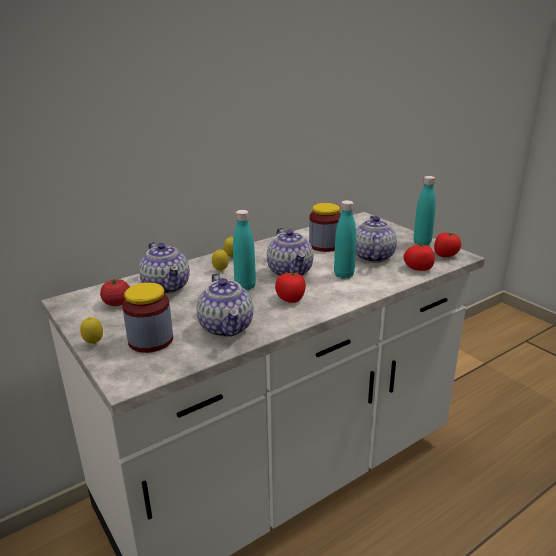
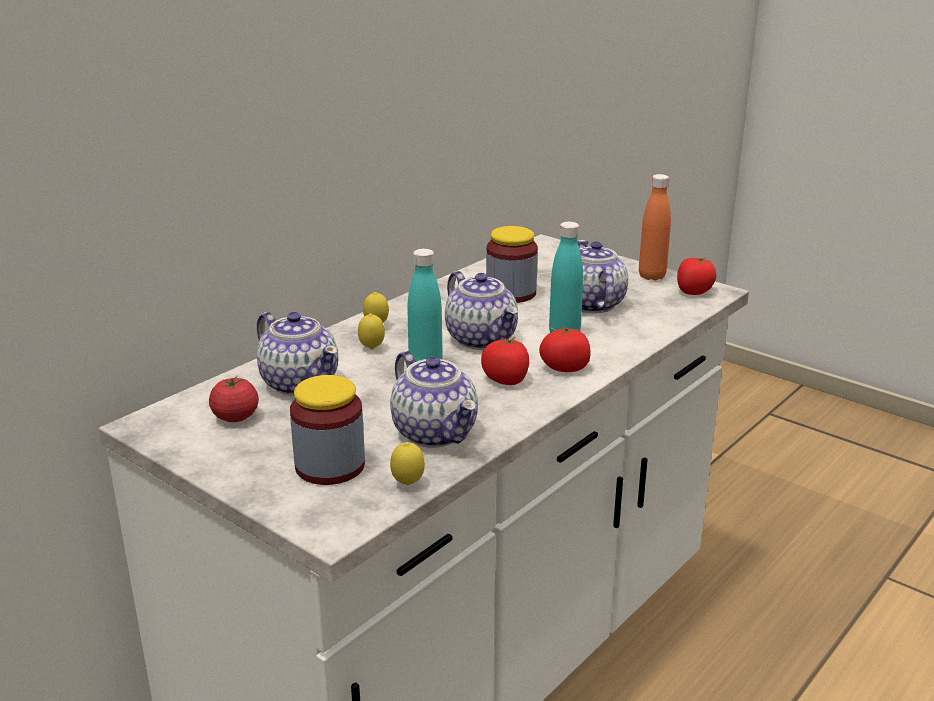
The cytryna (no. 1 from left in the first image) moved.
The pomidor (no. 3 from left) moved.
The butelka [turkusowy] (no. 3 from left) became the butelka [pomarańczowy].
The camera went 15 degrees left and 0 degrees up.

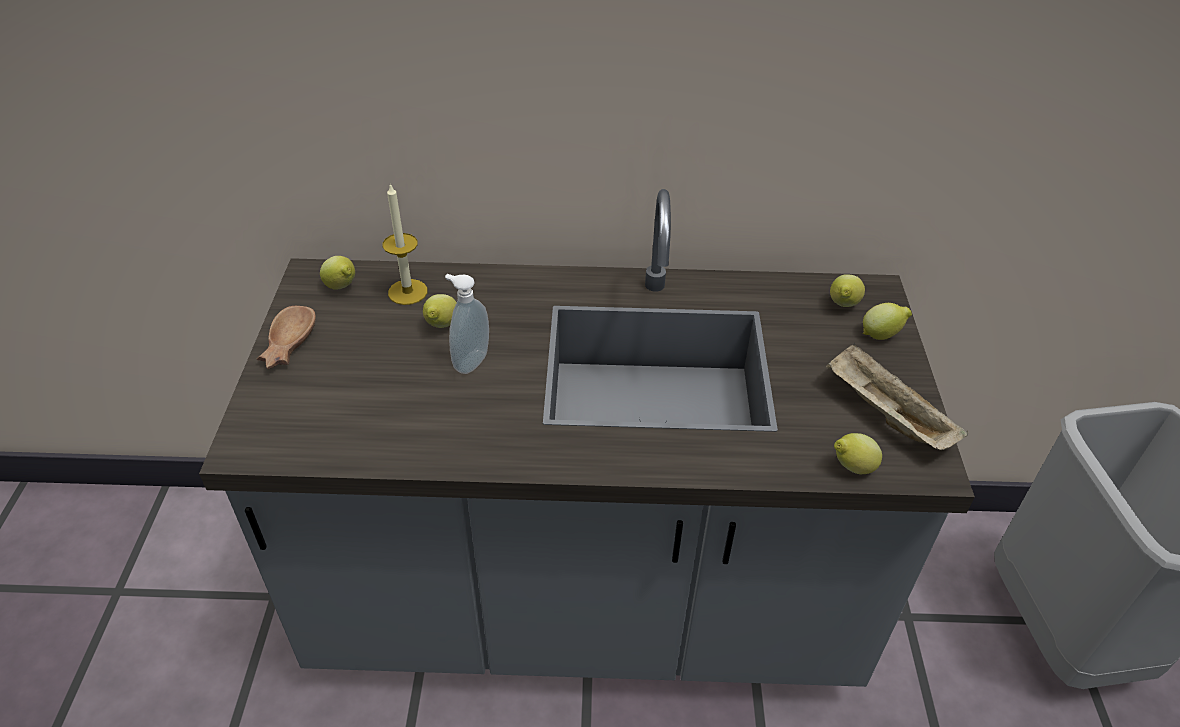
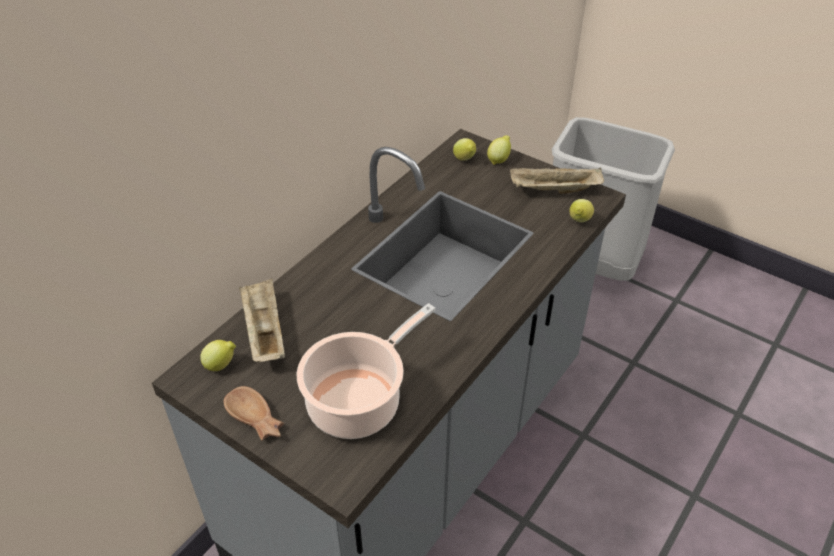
The świeca was replaced by the taca [beżowy] (no. 1 from left).
The garnek appeared.
The cytryna (no. 2 from left) disappeared.
The dozownik mydła disappeared.
The camera went 55 degrees left and 0 degrees up.

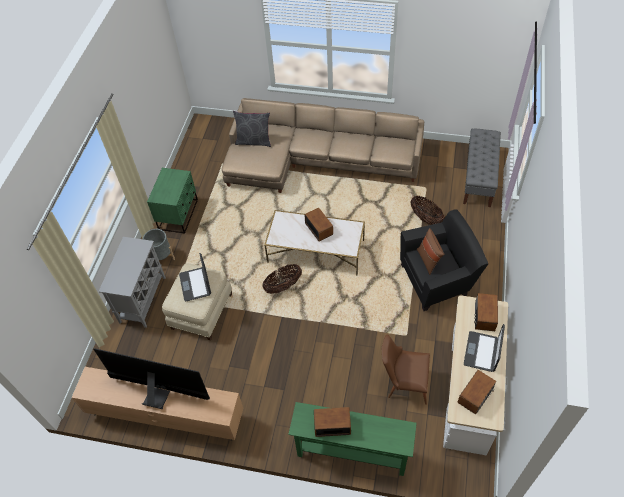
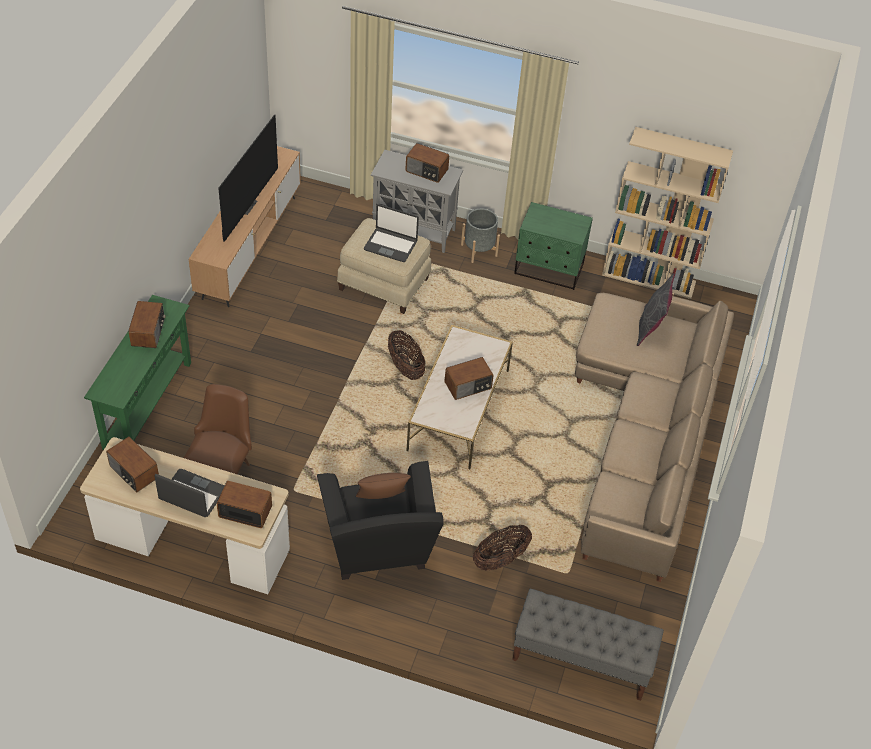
The laptop (no. 1 from left in the first image) turned 150 degrees counterclockwise.
The radio (no. 4 from left) appeared.
The regał [beżowy] appeared.
The camera went 90 degrees right and 5 degrees down.

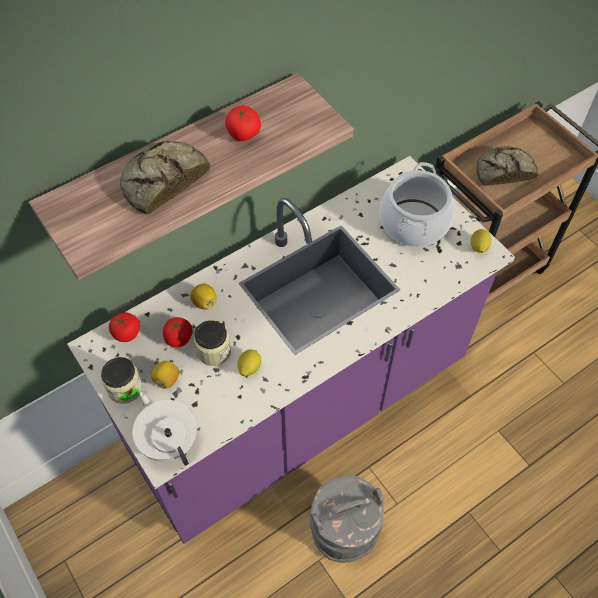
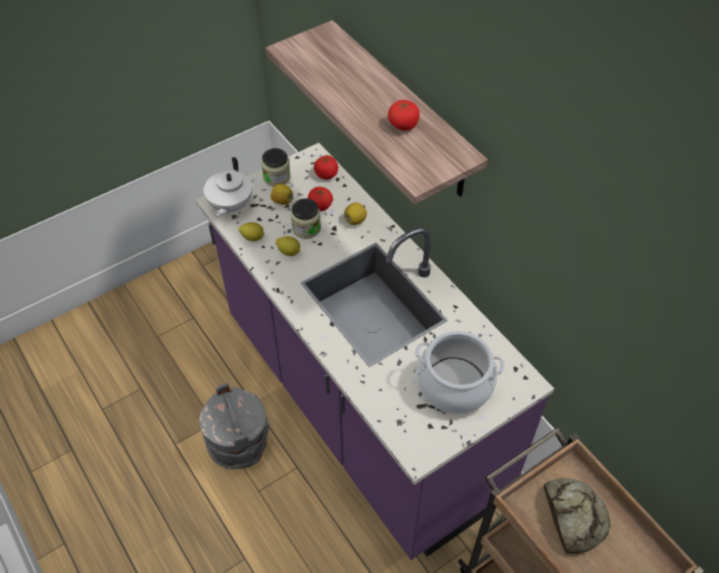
The imbryk [biały] turned 135 degrees clockwise.
The cytryna (no. 4 from left in the first image) moved.
The chleb (no. 1 from left) disappeared.
The camera went 90 degrees right and 5 degrees down.

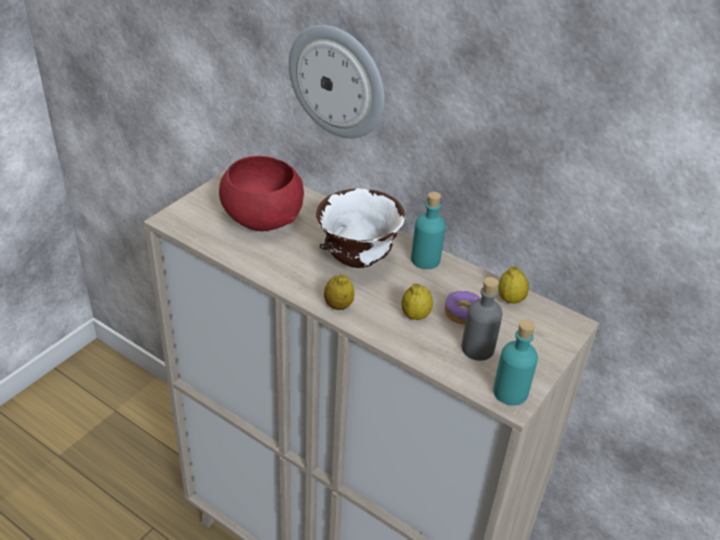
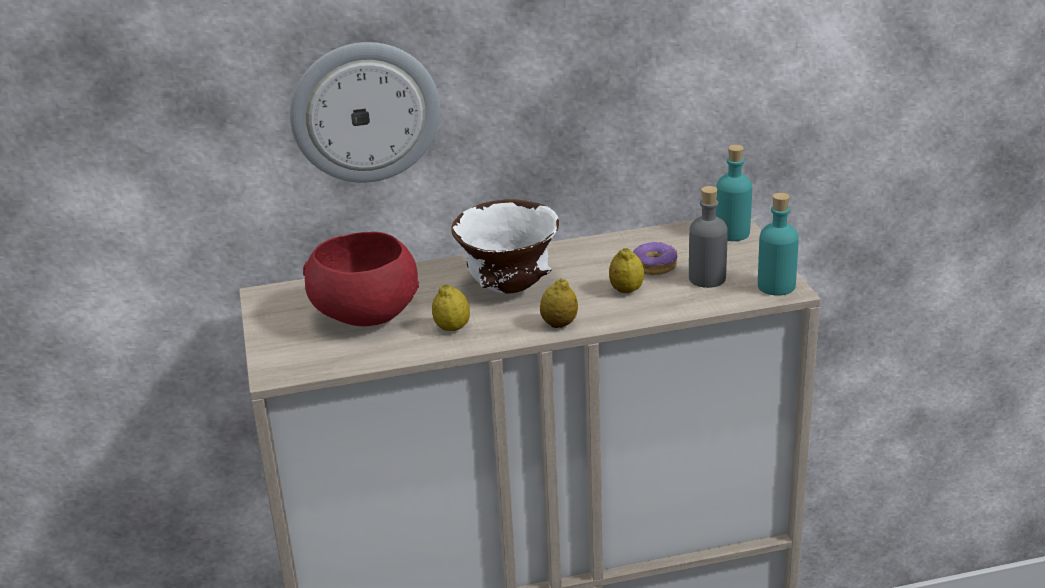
The cytryna (no. 3 from left in the first image) moved.
The butelka [turkusowy] (no. 1 from left) moved.
The camera went 45 degrees left and 10 degrees down.

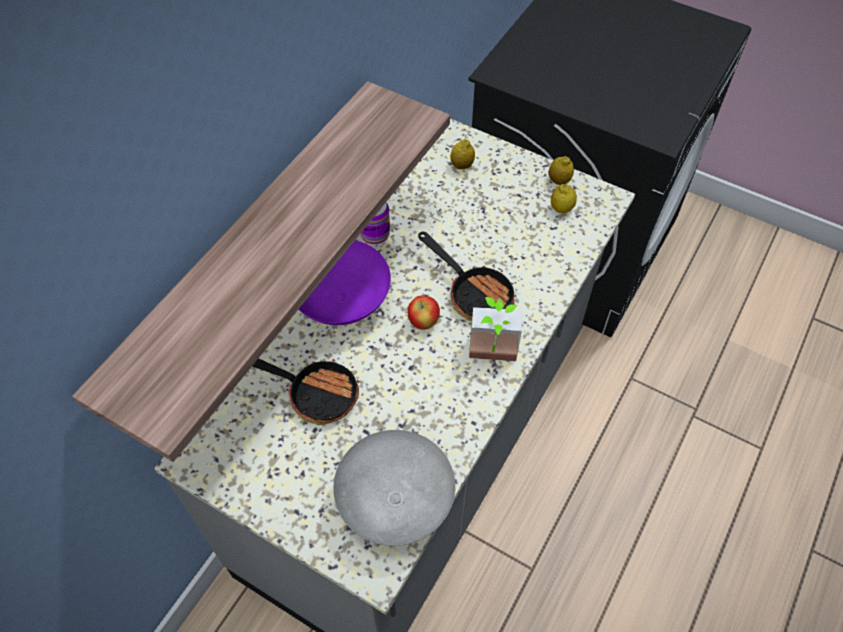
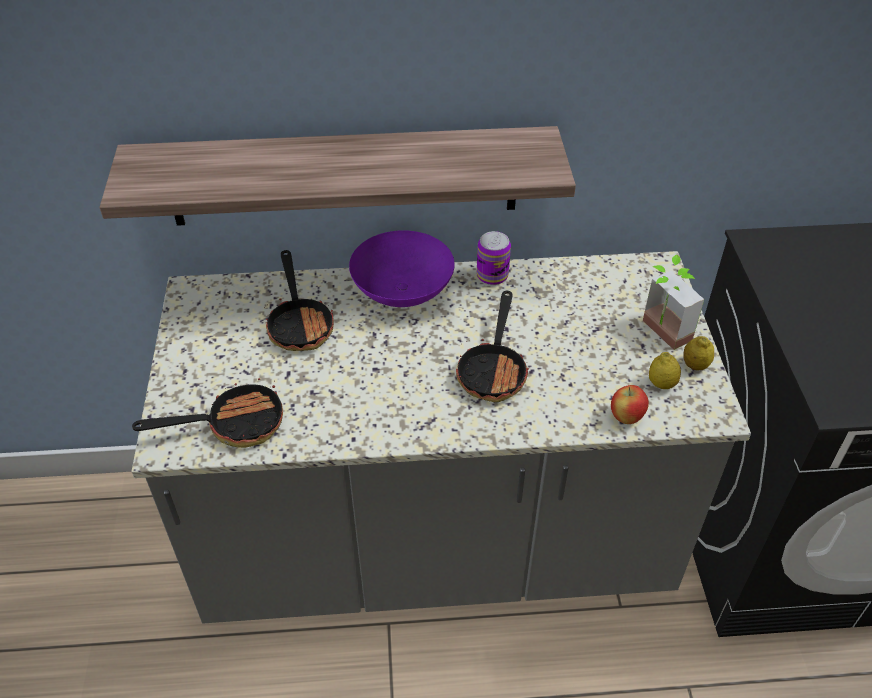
The miska [szary] was replaced by the patelnia (no. 1 from left).
The jabłko moved.
The roślina doniczkowa moved.
The cytryna (no. 1 from left) disappeared.
The camera went 55 degrees right and 10 degrees down.

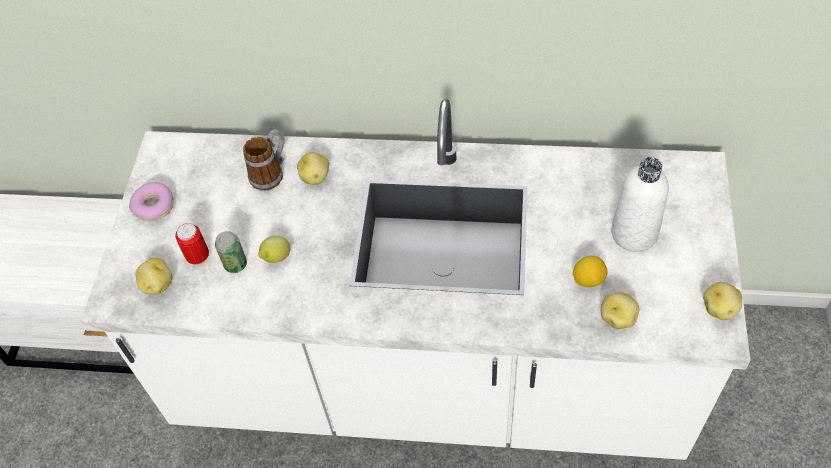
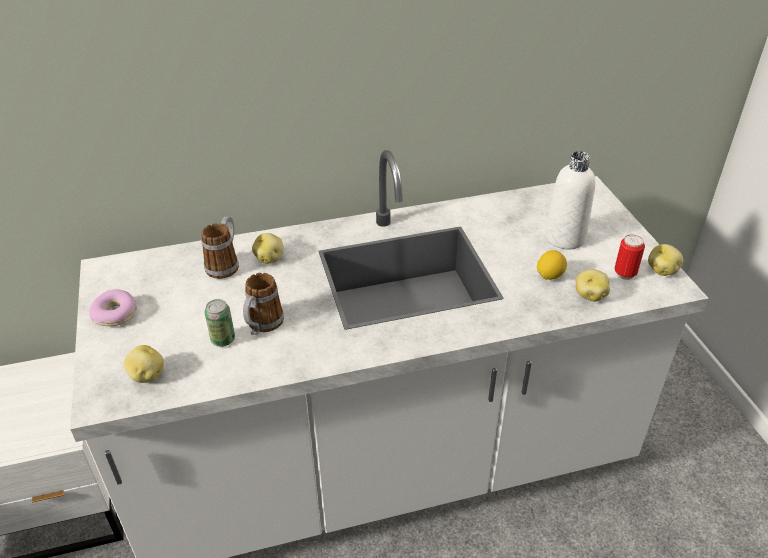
The cytryna (no. 1 from left) was replaced by the kubek (no. 2 from left).
The puszka (no. 1 from left in the first image) moved.
The camera went 25 degrees left and 15 degrees down.

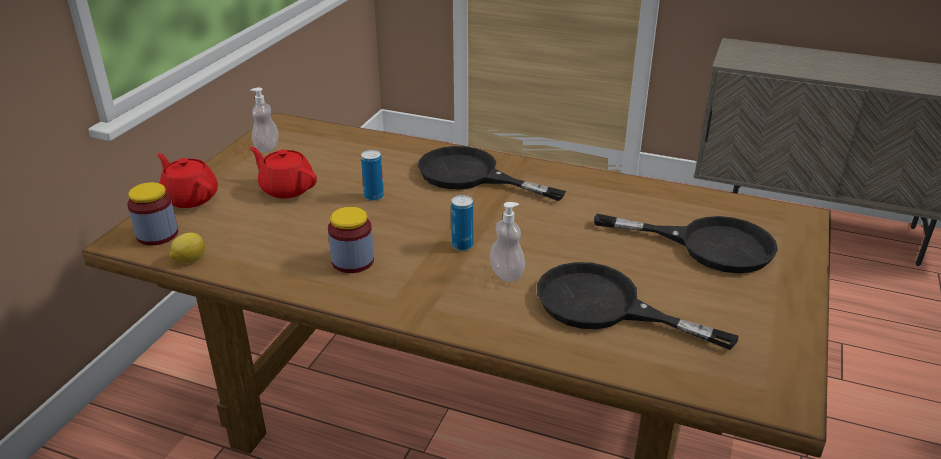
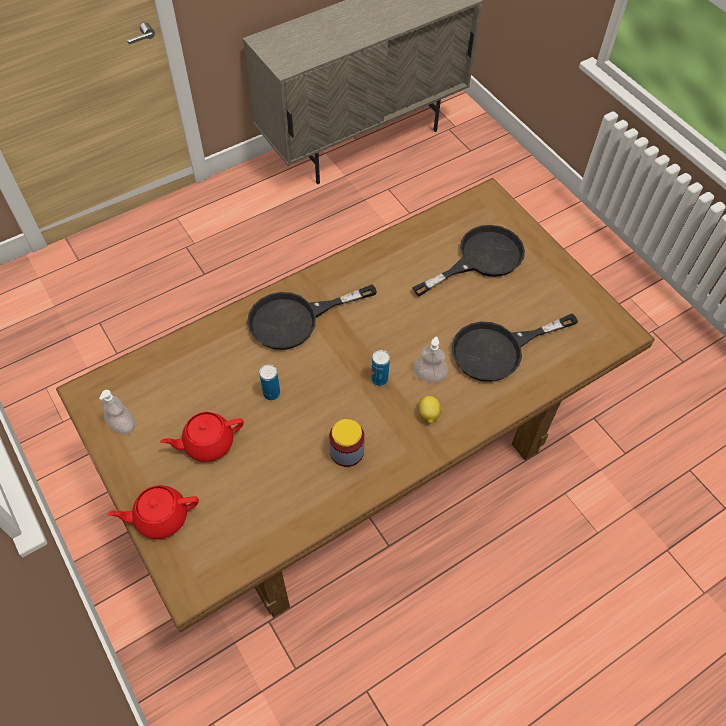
The cytryna moved.
The słoik (no. 1 from left) disappeared.
The camera went 55 degrees left and 25 degrees up.

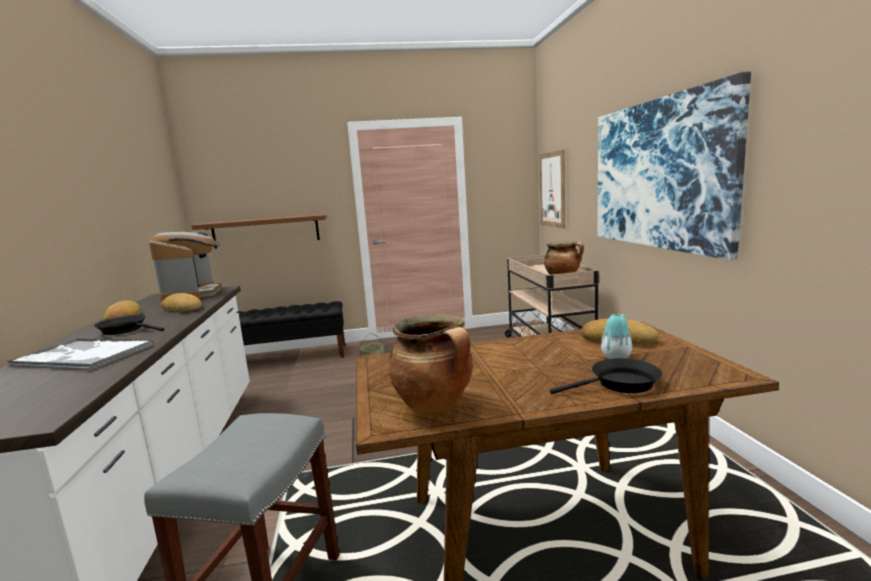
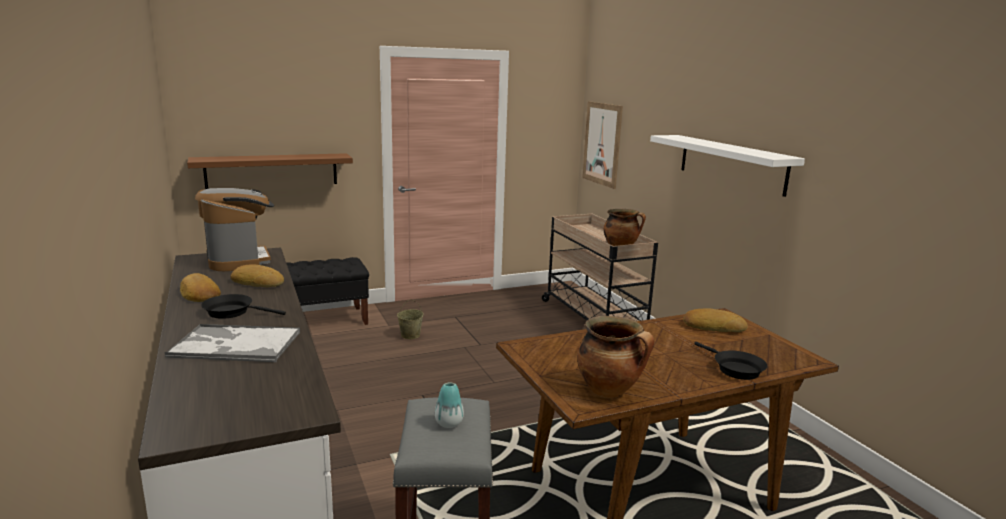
The wazon moved.
The obraz (no. 2 from left) was replaced by the półka [biały].
The patelnia [czarny] (no. 2 from left) turned 90 degrees clockwise.
The camera went 15 degrees left and 5 degrees up.

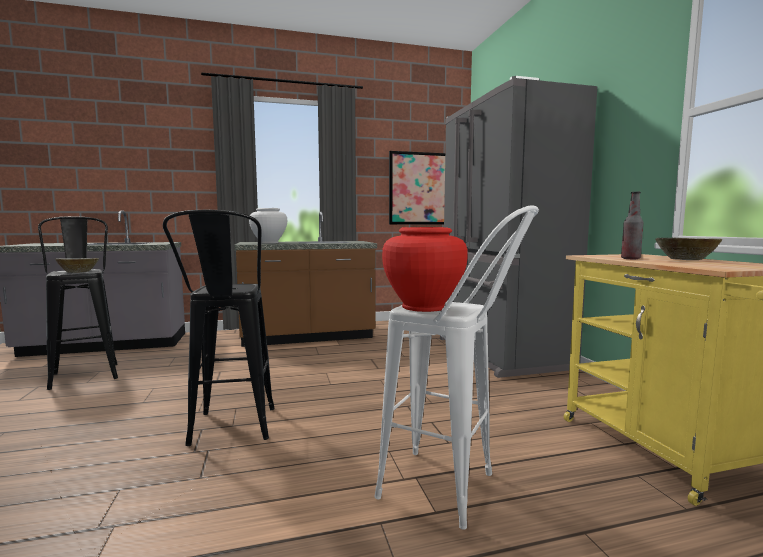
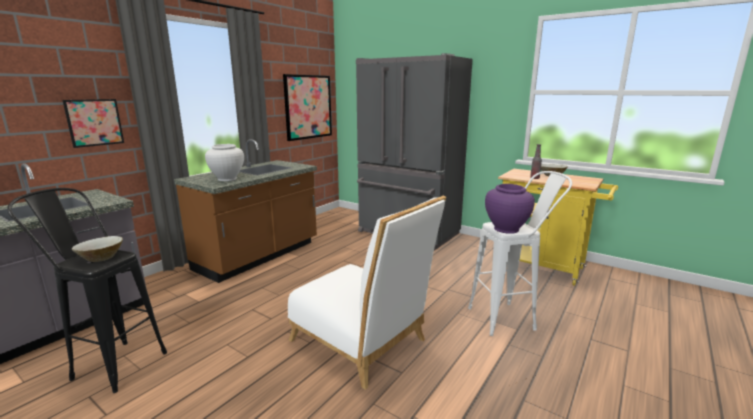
The obraz (no. 1 from left) appeared.
The stołek [czarny] (no. 2 from left) was replaced by the krzesło [biały].
The wazon [czerwony] became the wazon [fioletowy].
The camera went 40 degrees left and 10 degrees up.

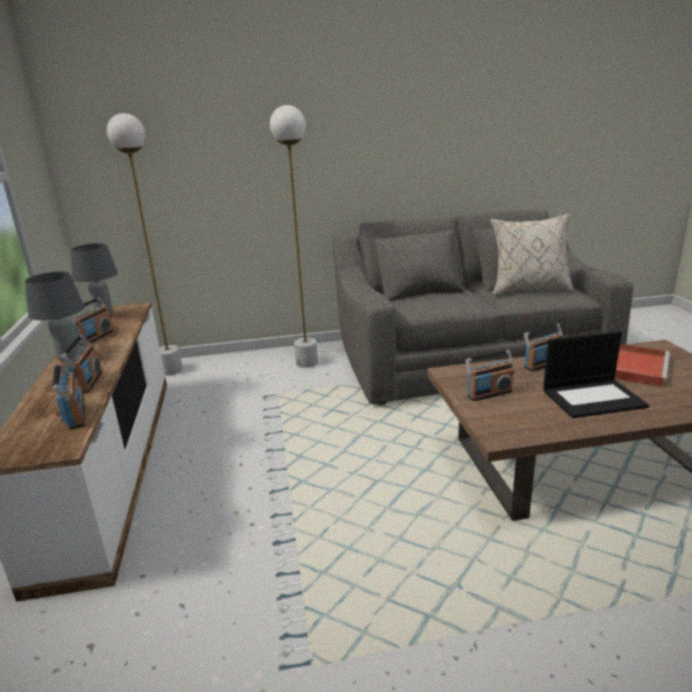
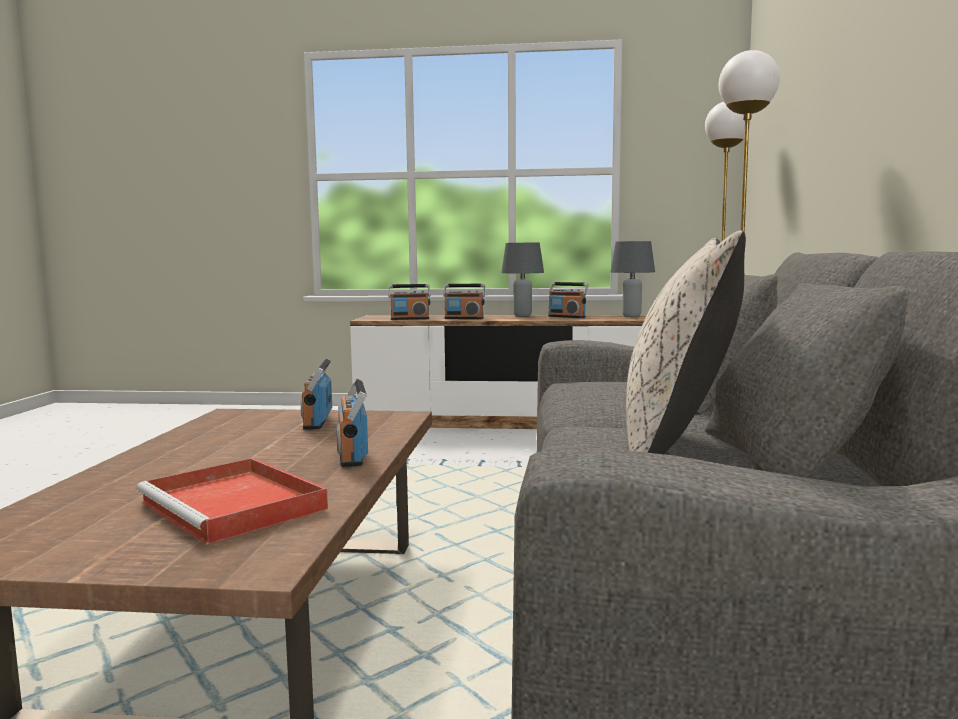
The laptop disappeared.
The camera went 105 degrees right and 15 degrees down.

